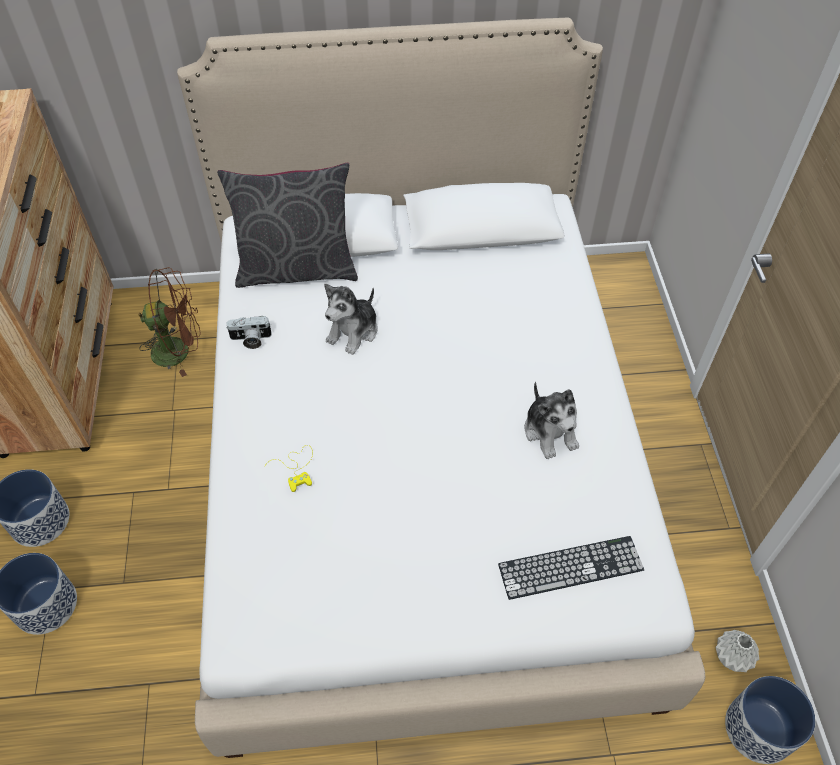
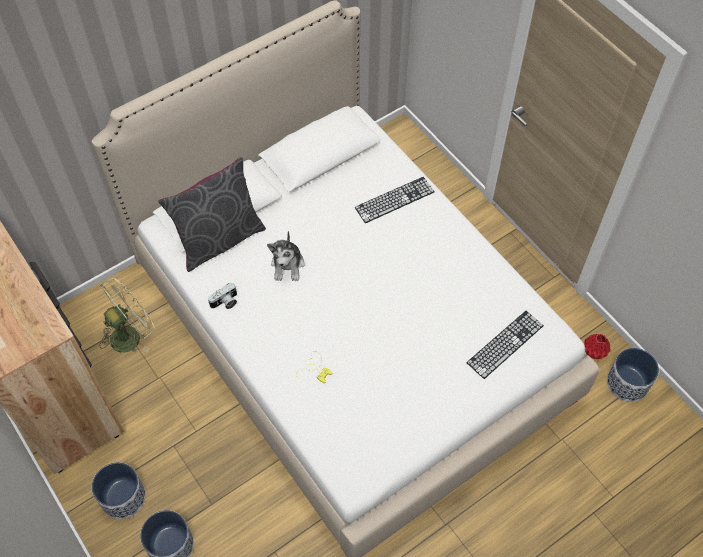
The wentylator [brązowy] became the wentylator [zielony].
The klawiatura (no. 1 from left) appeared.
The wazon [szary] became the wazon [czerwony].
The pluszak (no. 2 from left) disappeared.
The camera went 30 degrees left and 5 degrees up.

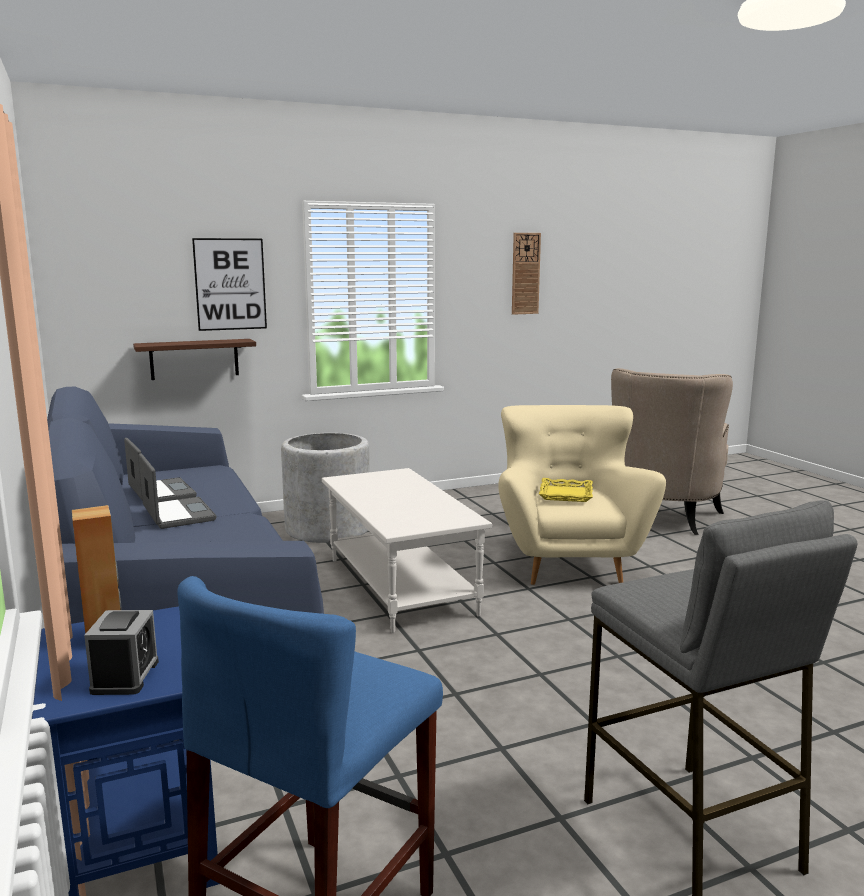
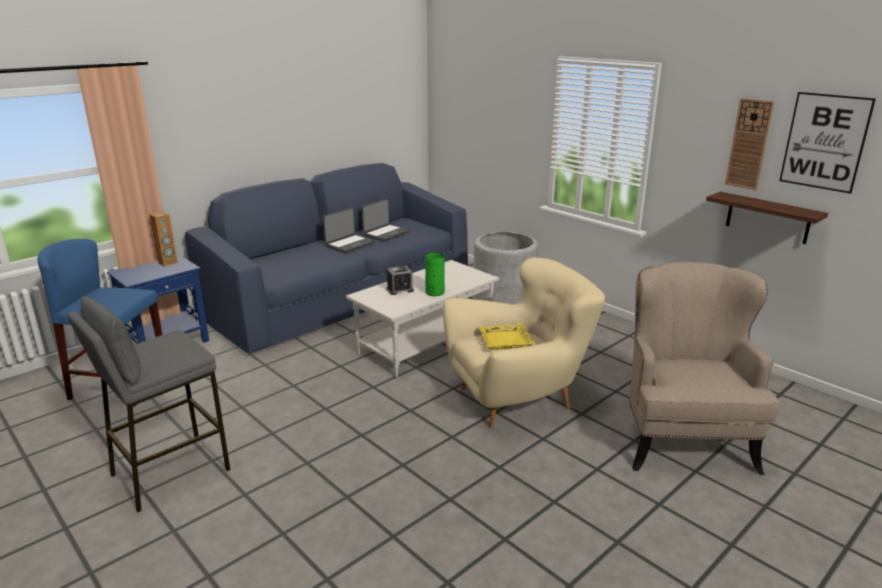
The budzik moved.
The wazon [zielony] appeared.
The fotel [beżowy] (no. 2 from left) turned 90 degrees clockwise.
The półka moved.
The obraz moved.
The camera went 70 degrees right and 10 degrees up.

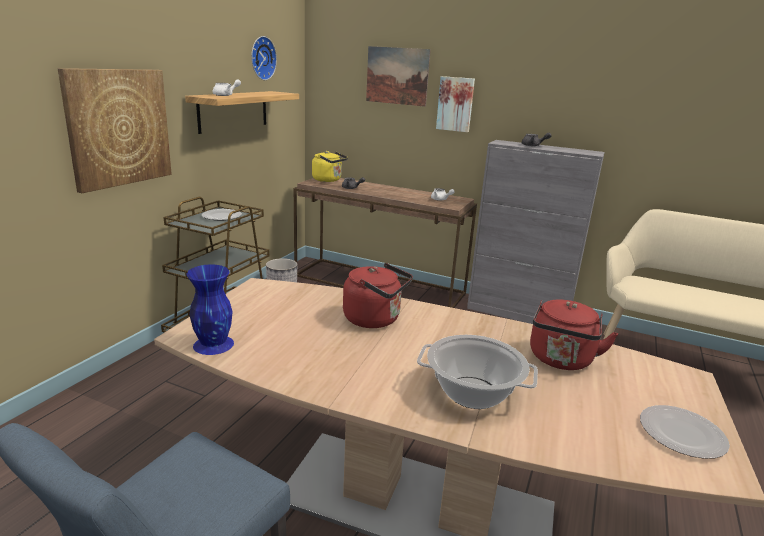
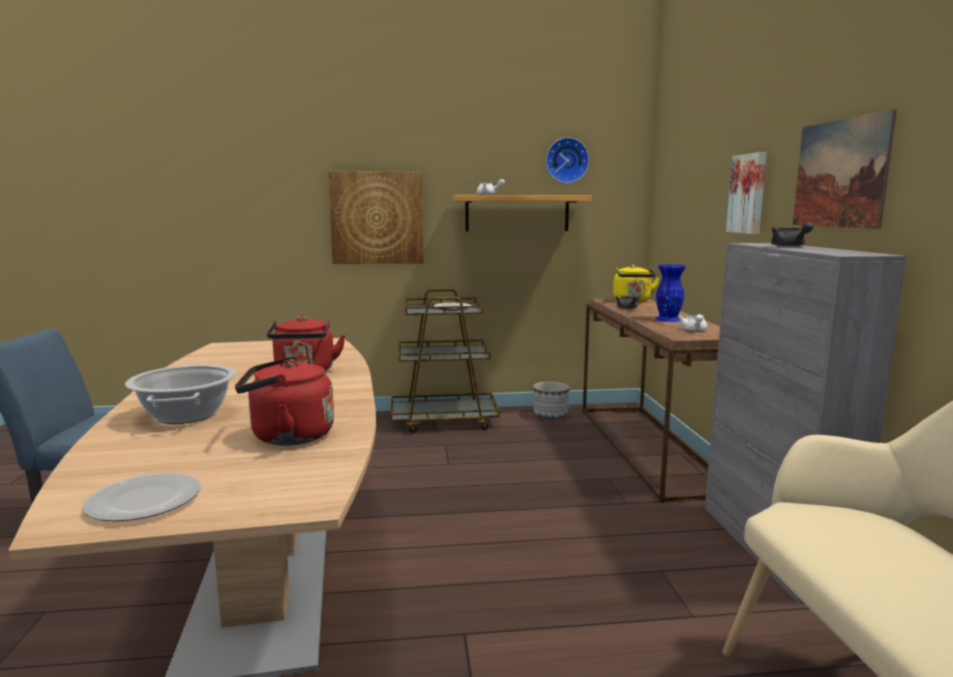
The wazon [niebieski] moved.
The obraz (no. 2 from left in the first image) moved.
The camera went 60 degrees right and 10 degrees down.

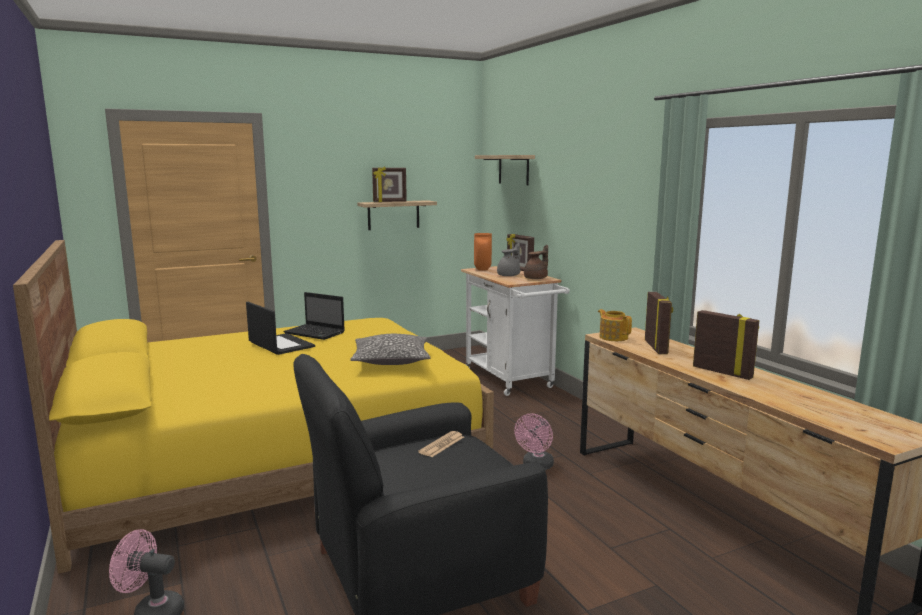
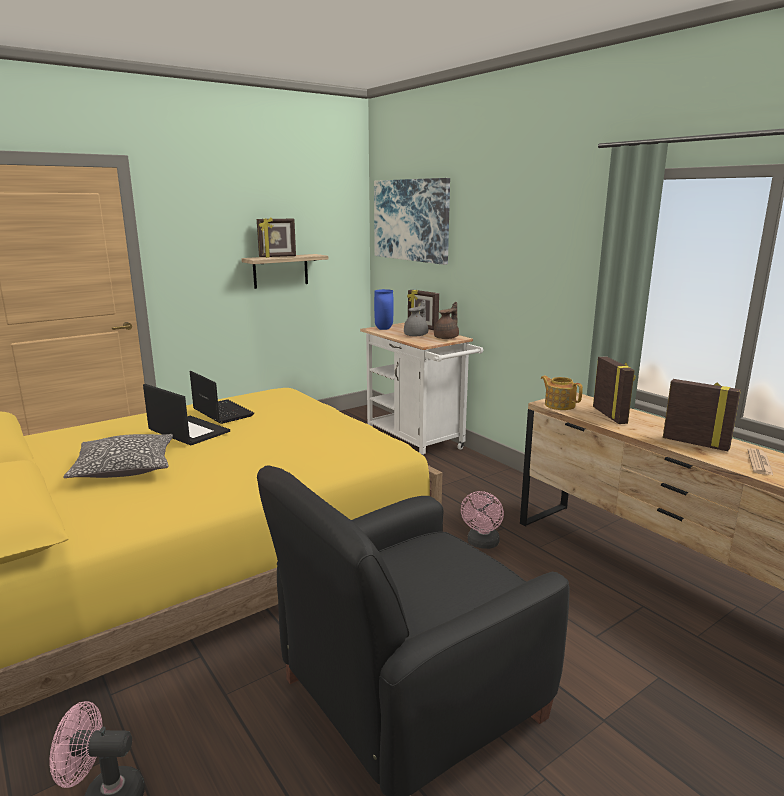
The poduszka moved.
The laptop (no. 2 from left) turned 150 degrees counterclockwise.
The półka (no. 2 from left) was replaced by the obraz.
The wazon [pomarańczowy] became the wazon [niebieski].
The gazeta moved.
The camera went 10 degrees left and 5 degrees up.

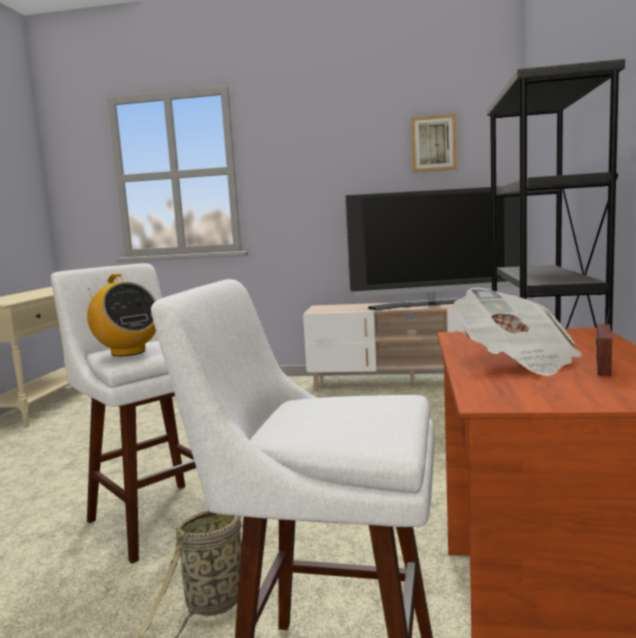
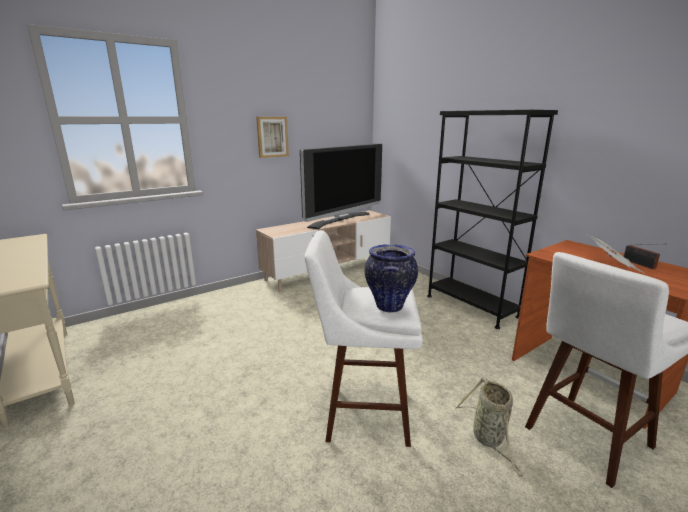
The obraz moved.
The radio (no. 1 from left) was replaced by the wazon.
The camera went 45 degrees left and 10 degrees up.

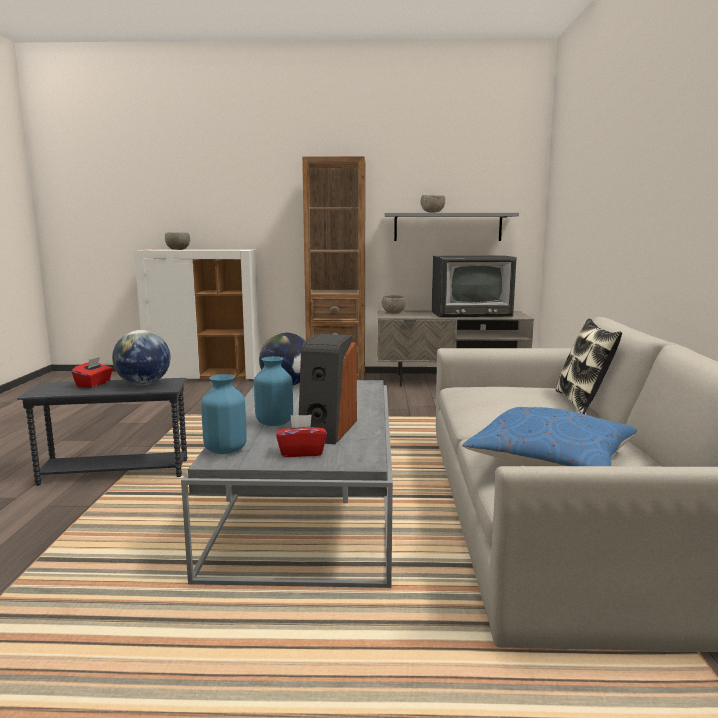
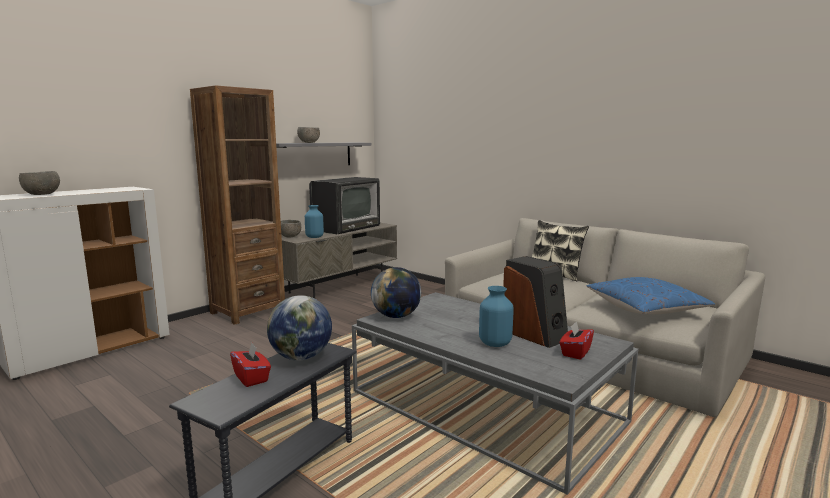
The wazon [niebieski] (no. 1 from left) moved.
The camera went 50 degrees left and 0 degrees up.

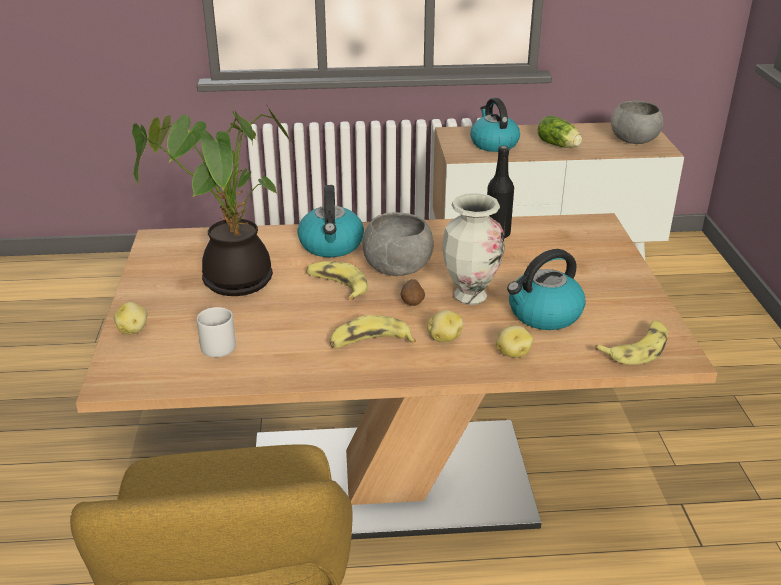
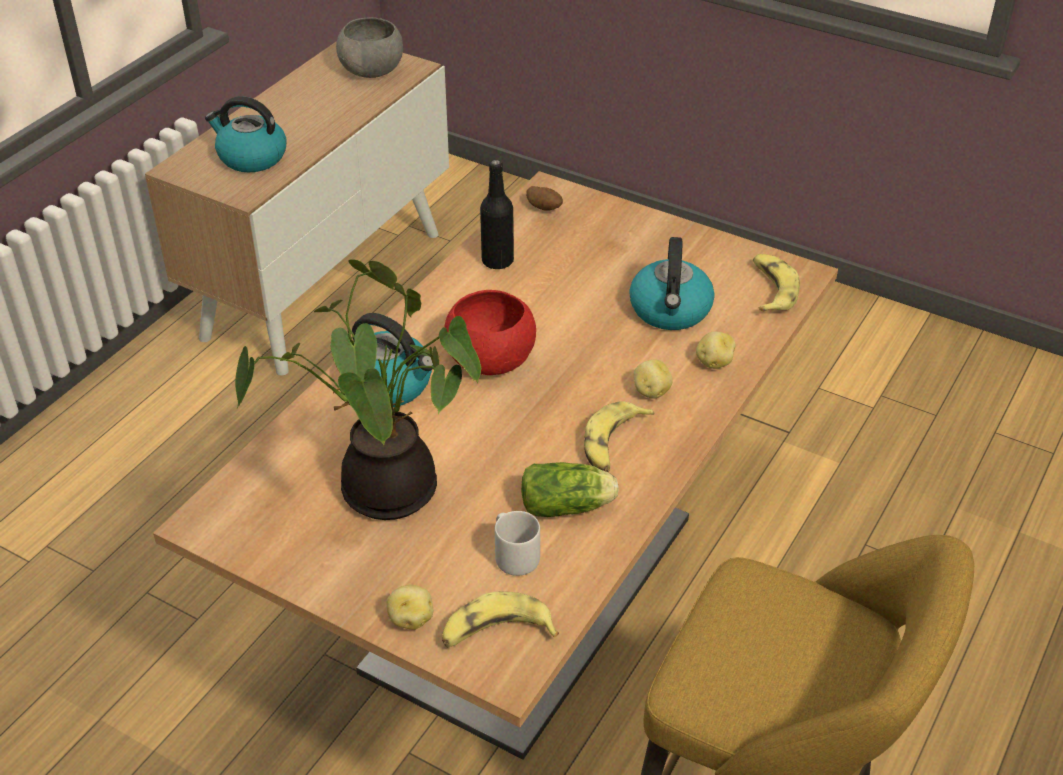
The banan (no. 1 from left) moved.
The miska [szary] (no. 1 from left) became the miska [czerwony].
The sałata moved.
The ziemniak (no. 2 from left) moved.
The wazon disappeared.
The camera went 55 degrees left and 10 degrees up.

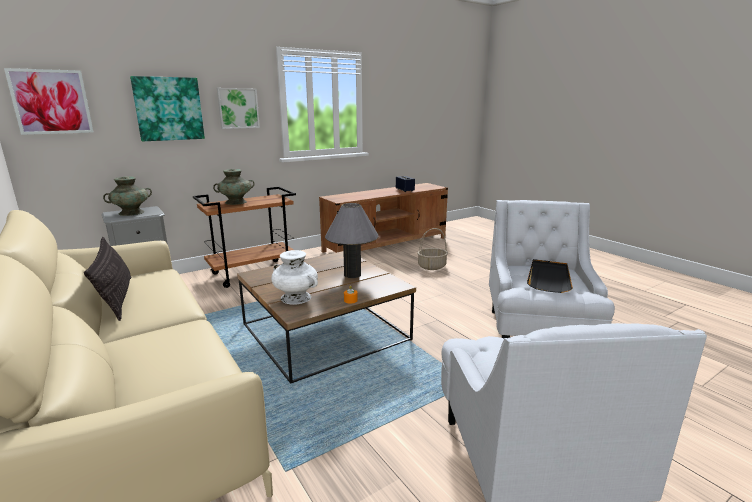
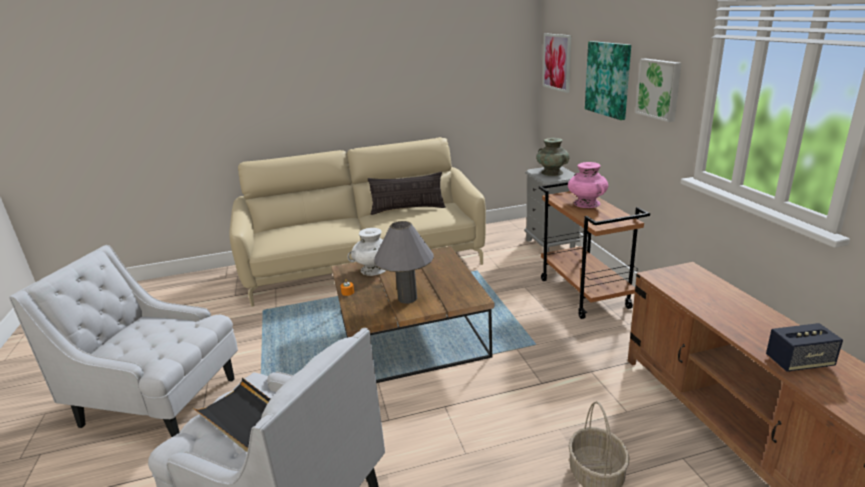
The wazon [turkusowy] (no. 2 from left) became the wazon [różowy].
The camera went 110 degrees right and 5 degrees up.

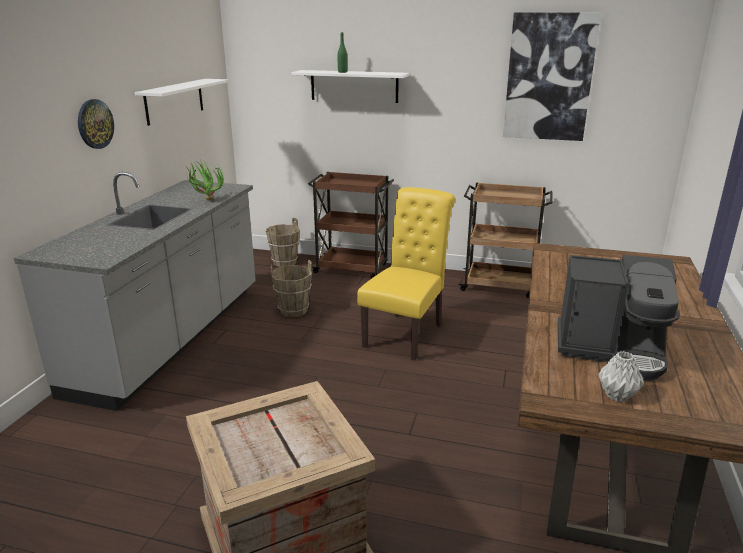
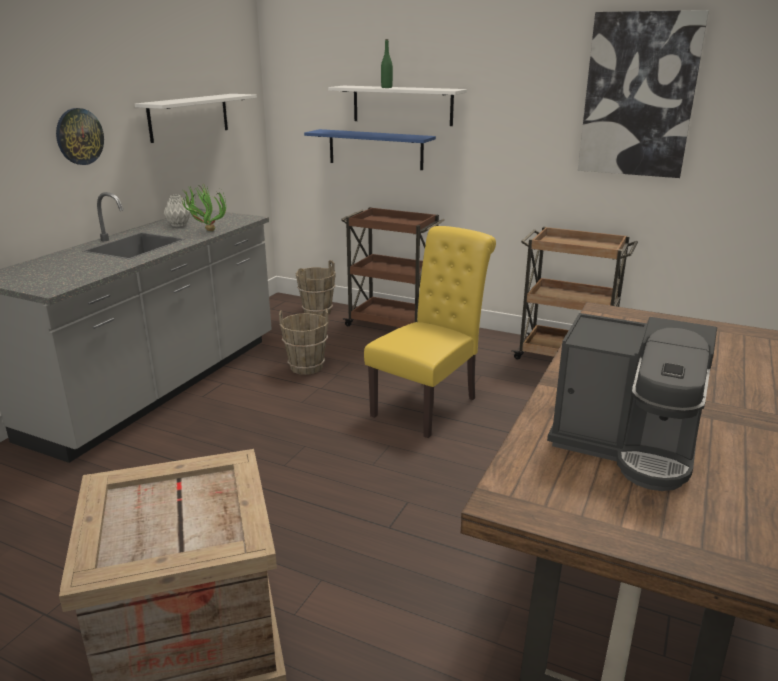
The wazon [szary] moved.
The półka [niebieski] appeared.
The camera went 10 degrees right and 0 degrees up.

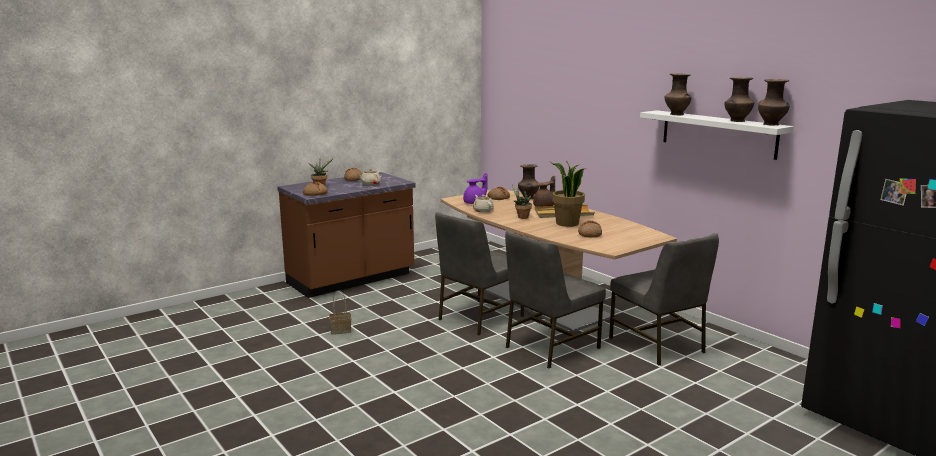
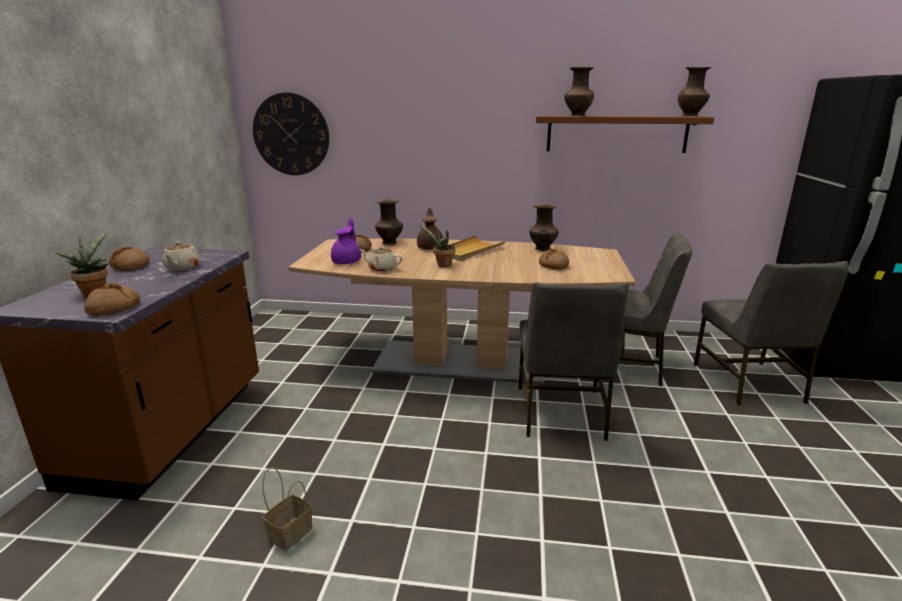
The zegar ścienny appeared.
The wazon [brązowy] (no. 3 from left in the first image) moved.
The półka [biały] became the półka [brązowy].
The krzesło [szary] (no. 1 from left in the first image) moved.
The roślina doniczkowa (no. 3 from left) disappeared.
The camera went 45 degrees left and 5 degrees up.

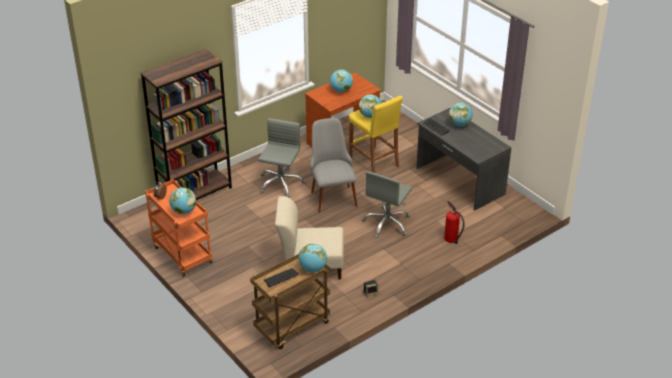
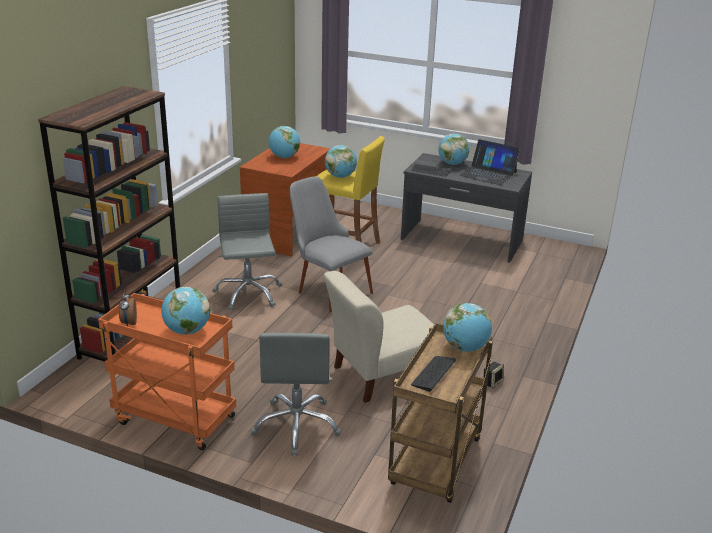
The krzesło biurowe [szary] (no. 2 from left) moved.
The laptop appeared.
The gaśnica disappeared.
The camera went 30 degrees left and 10 degrees down.

